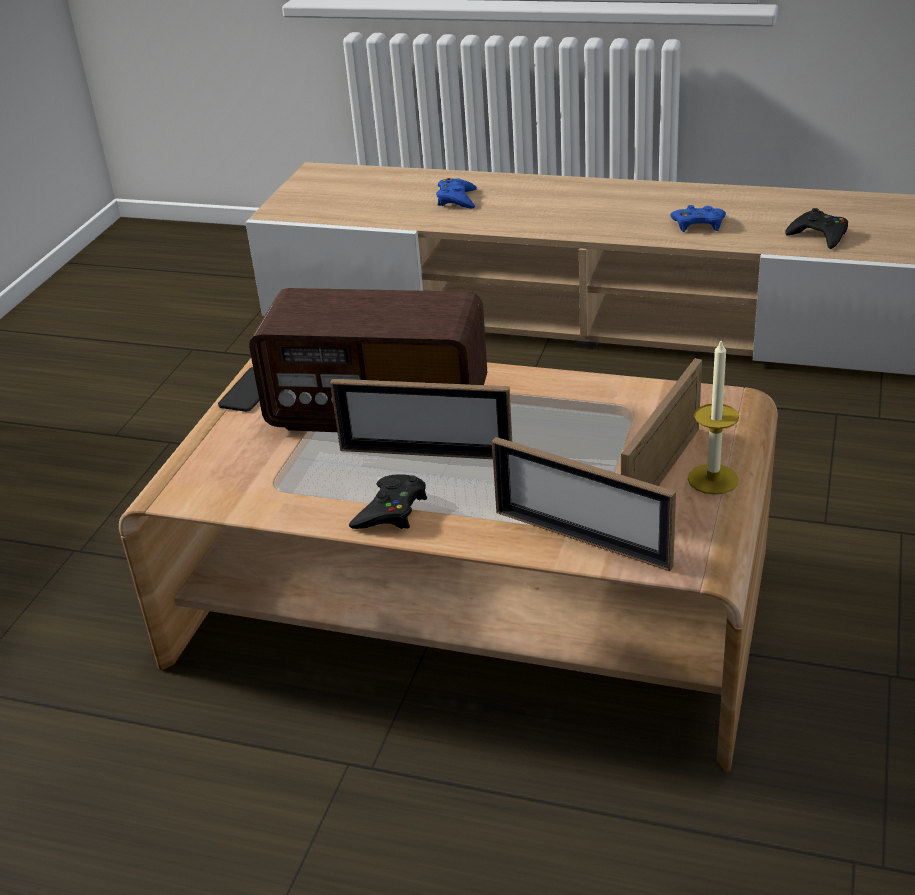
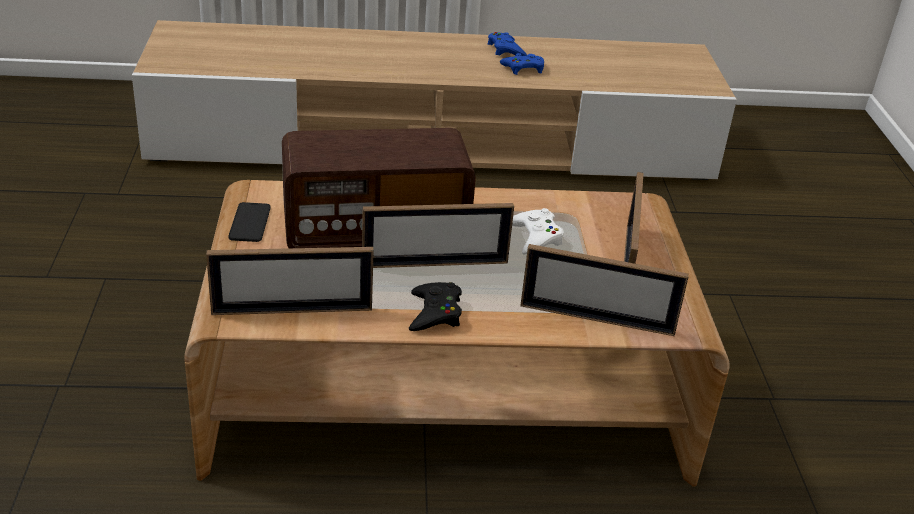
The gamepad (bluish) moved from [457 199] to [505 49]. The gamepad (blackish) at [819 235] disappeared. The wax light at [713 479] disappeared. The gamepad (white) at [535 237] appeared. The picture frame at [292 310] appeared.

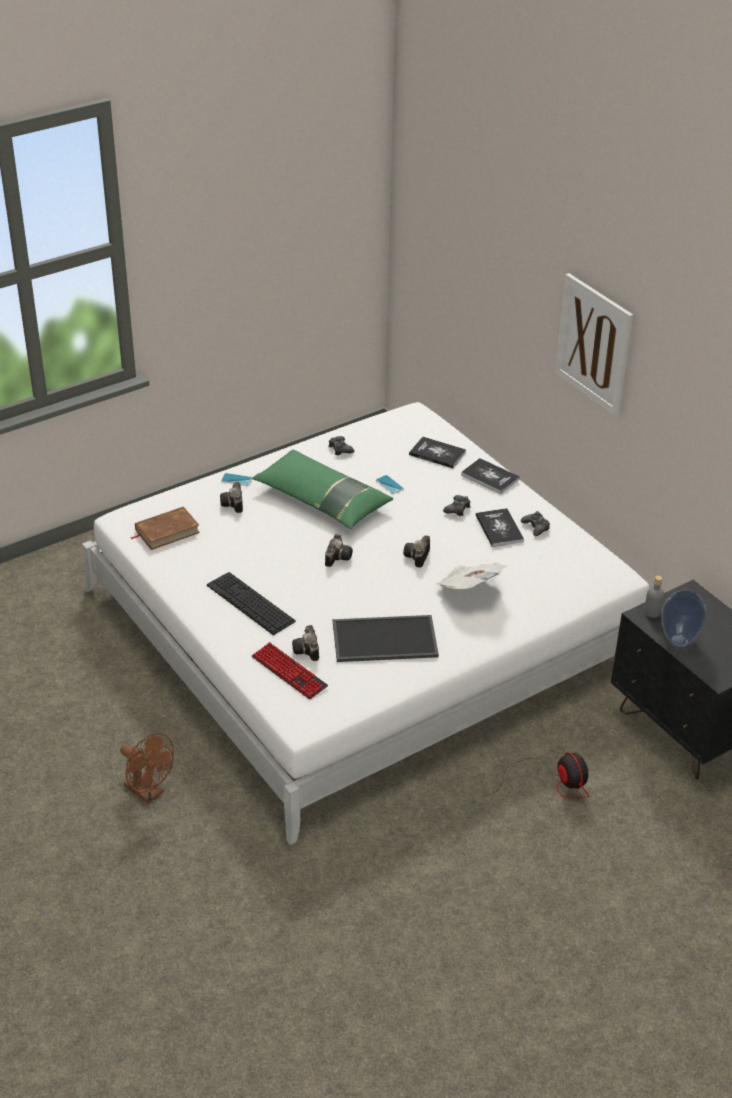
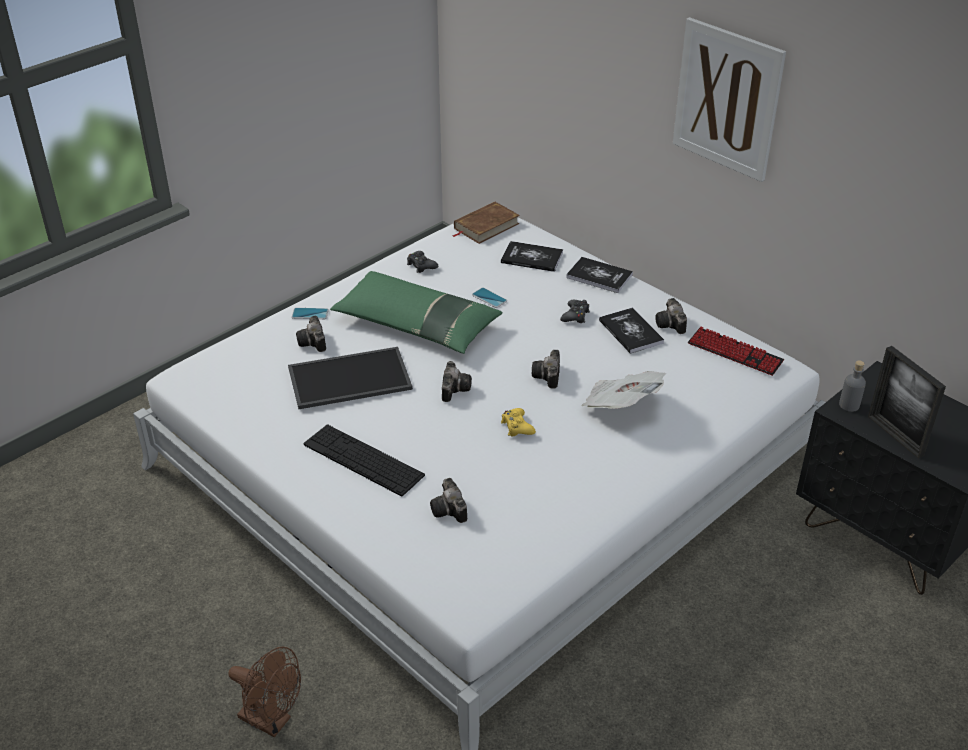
The bound book (brown-coloured) moved from [167 531] to [486 226]. The gamepad (blackish) at [536 527] was replaced by the photo camera at [671 325]. The flower vase at [679 641] was replaced by the picture frame at [895 436]. The tray moved from [383 640] to [348 380]. The PC keyboard moved from [289 672] to [735 353]. The fan at [551 783] disappeared. The gamepad (yellow-coloured) at [517 427] appeared.

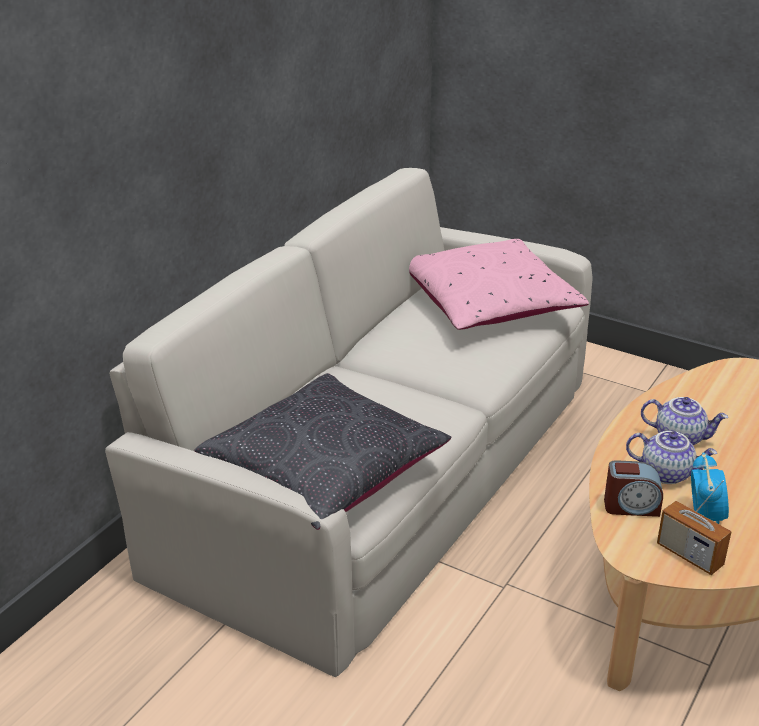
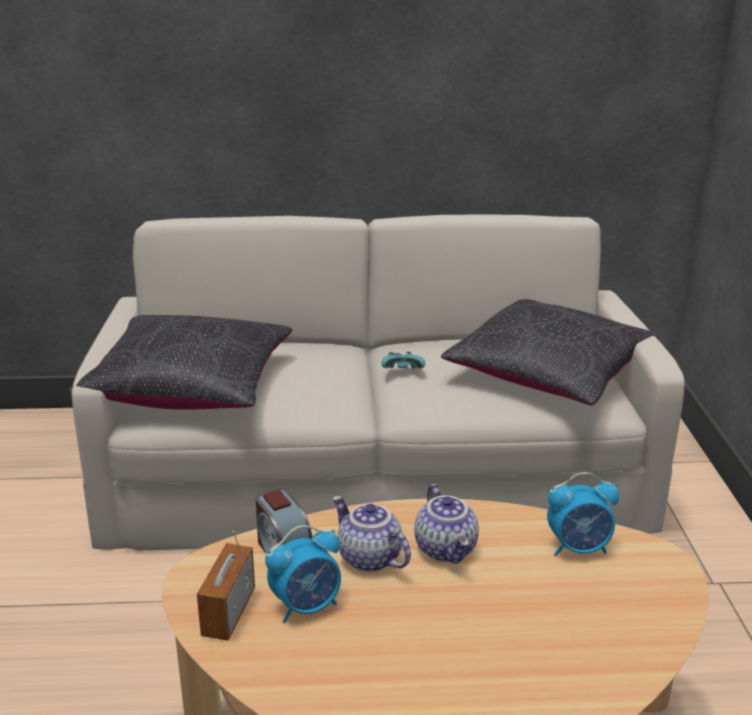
The cushion (pink) at [489 304] became the cushion (blackish) at [549 373]. The tea pot at [667 473] turned 150 degrees clockwise. The gamepad (turquoise) at [403 371] appeared. The table clock at [578 548] appeared.

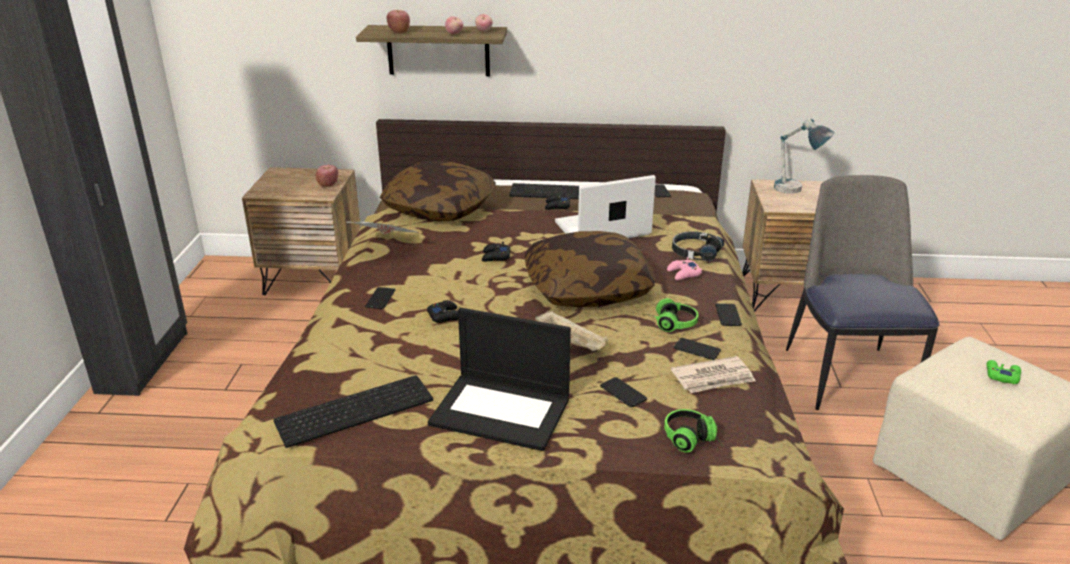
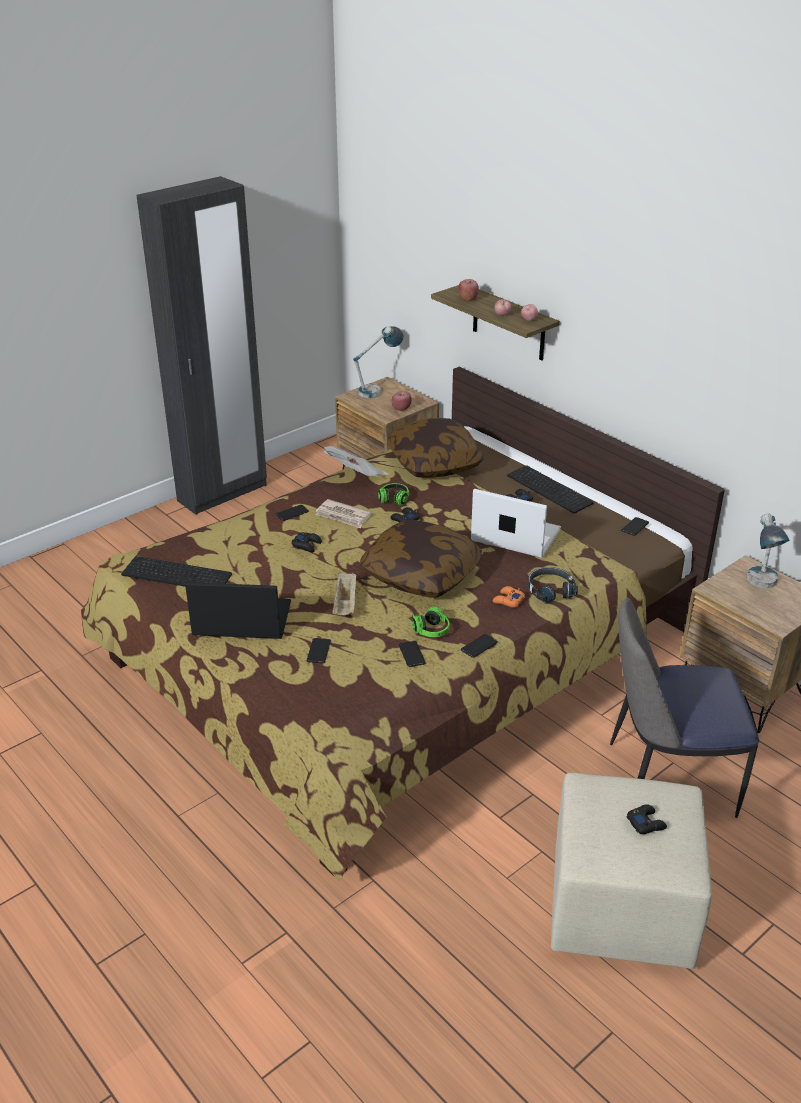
The upright chair at [846 375] turned 135 degrees counterclockwise. The gamepad (pink) at [683 274] became the gamepad (orangey) at [508 600]. The notebook computer at [502 411] turned 120 degrees clockwise. The newspaper moved from [713 378] to [343 516]. The gamepad (greenish) at [1001 375] became the gamepad (blackish) at [646 823]. The pair of headphones moved from [692 441] to [392 502]. The table lamp at [378 390] appeared.

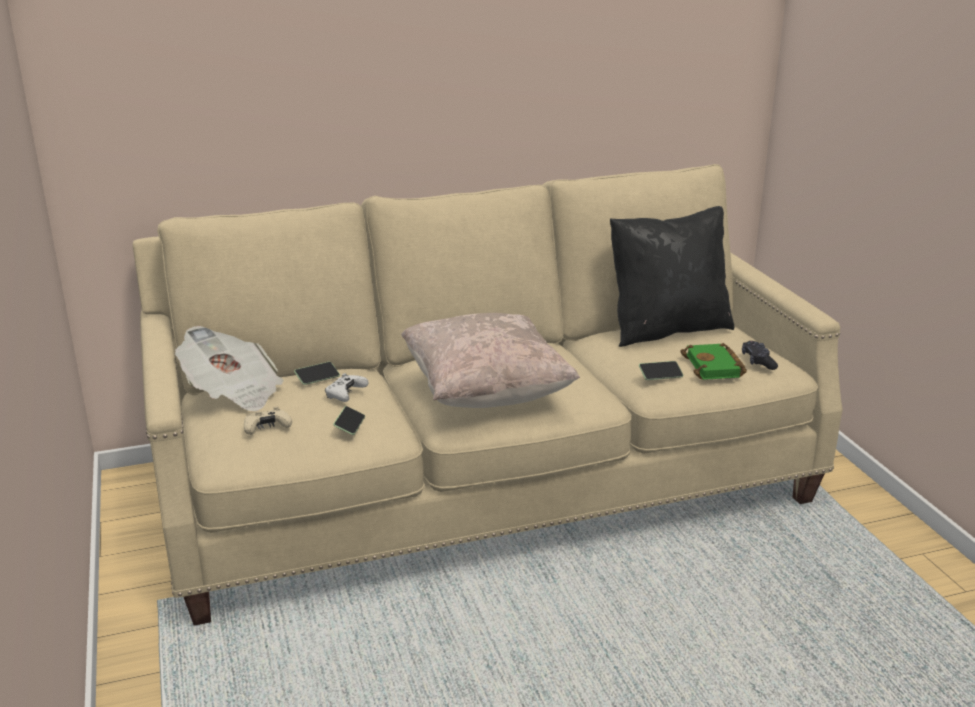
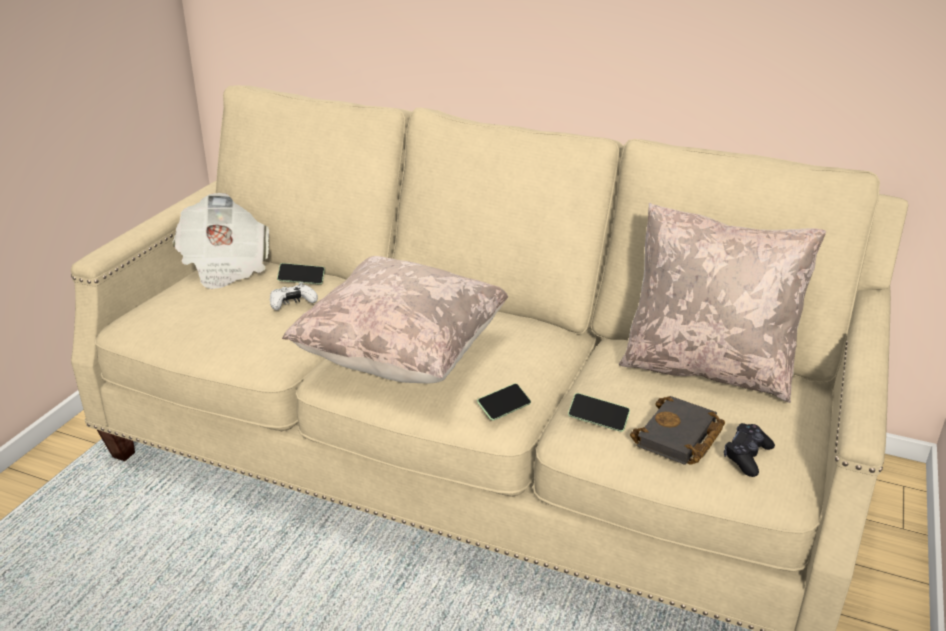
The cushion (blackish) at [667 329] became the cushion (beige) at [707 368]. The bound book (greenish) at [715 367] became the bound book (blackish) at [679 438]. The telephone moved from [350 426] to [504 408]. The gamepad (beige) at [267 428] disappeared.

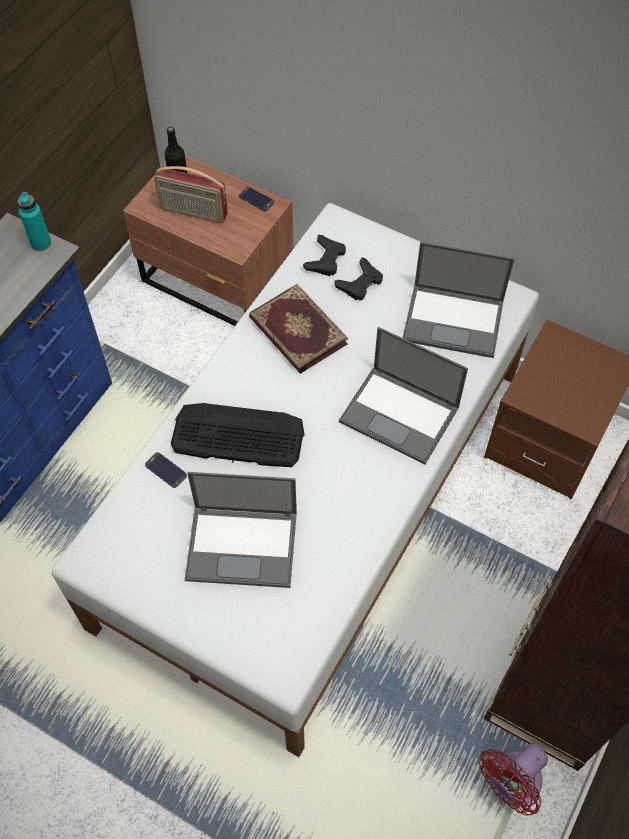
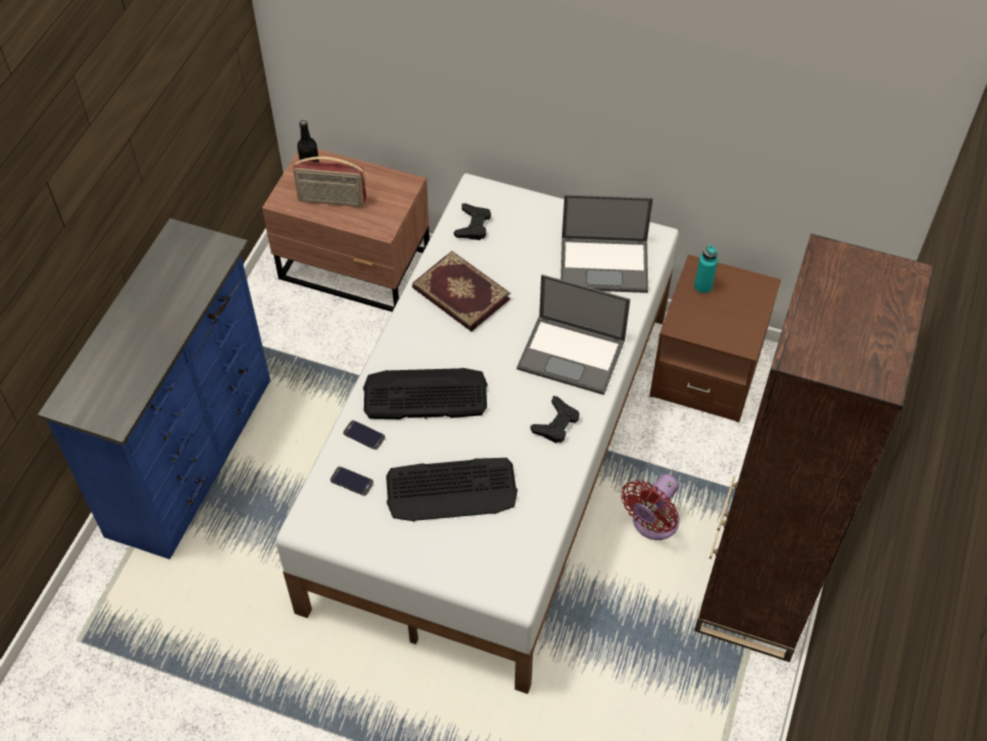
The telephone moved from [256 199] to [351 481]. The beverage bottle (turquoise) moved from [41 243] to [703 287]. The gamepad (blackish) moved from [360 283] to [556 424]. The notebook computer at [243 545] was replaced by the PC keyboard at [452 490]. The fan (red) moved from [510 783] to [652 524].

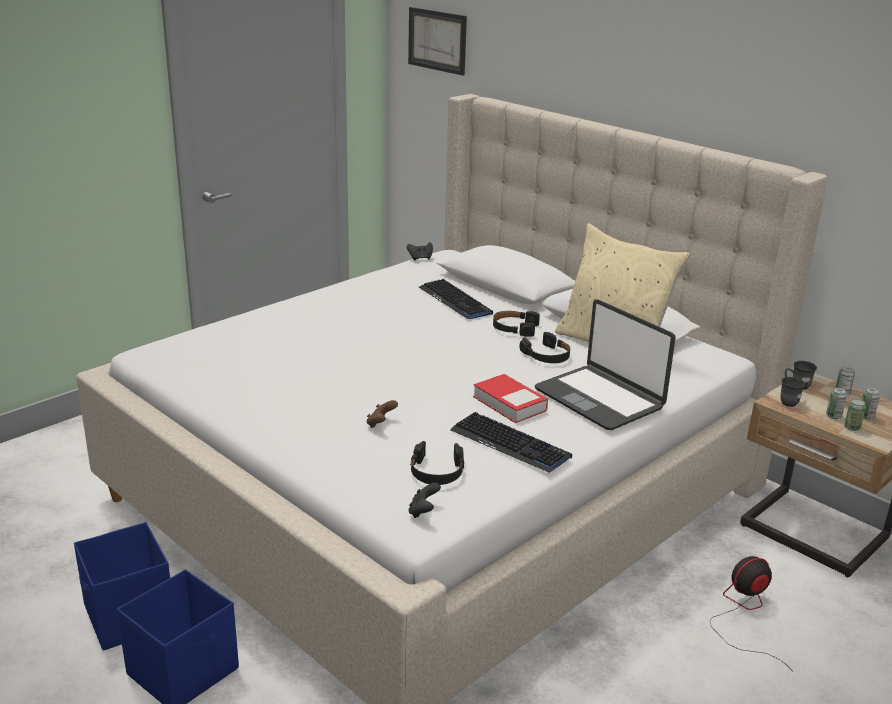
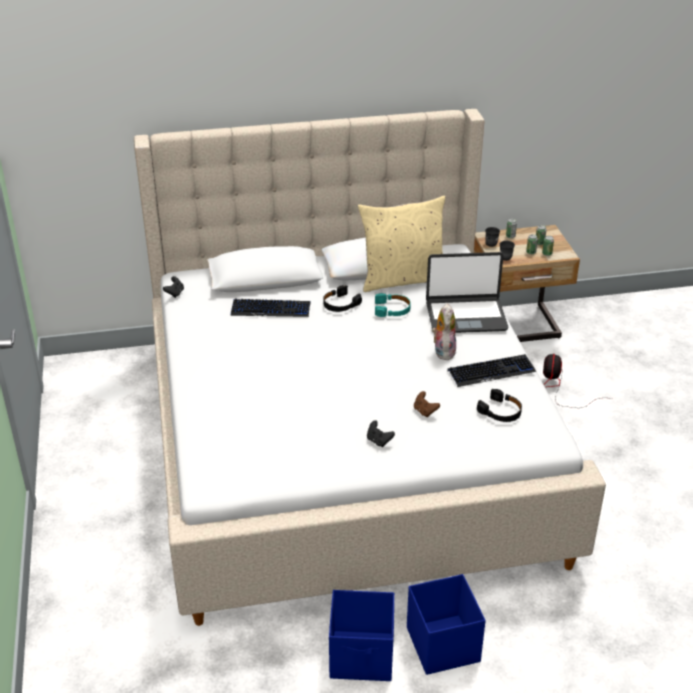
The wall picture at [437 40] disappeared. The pair of headphones (blackish) at [546 355] became the pair of headphones (turquoise) at [392 309]. The bound book at [509 403] was replaced by the cuddly toy at [443 351]. The gamepad (blackish) moved from [423 511] to [379 441].

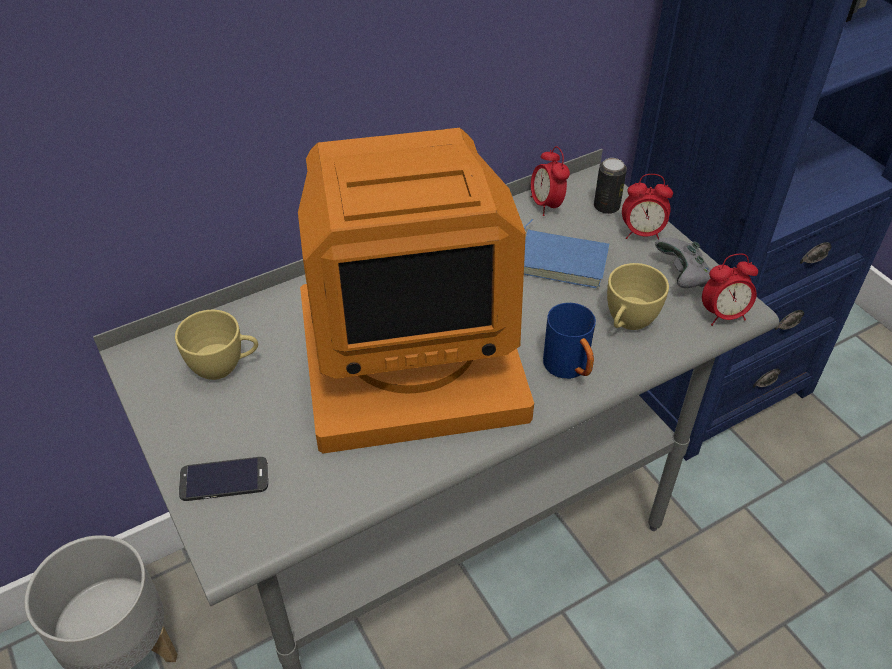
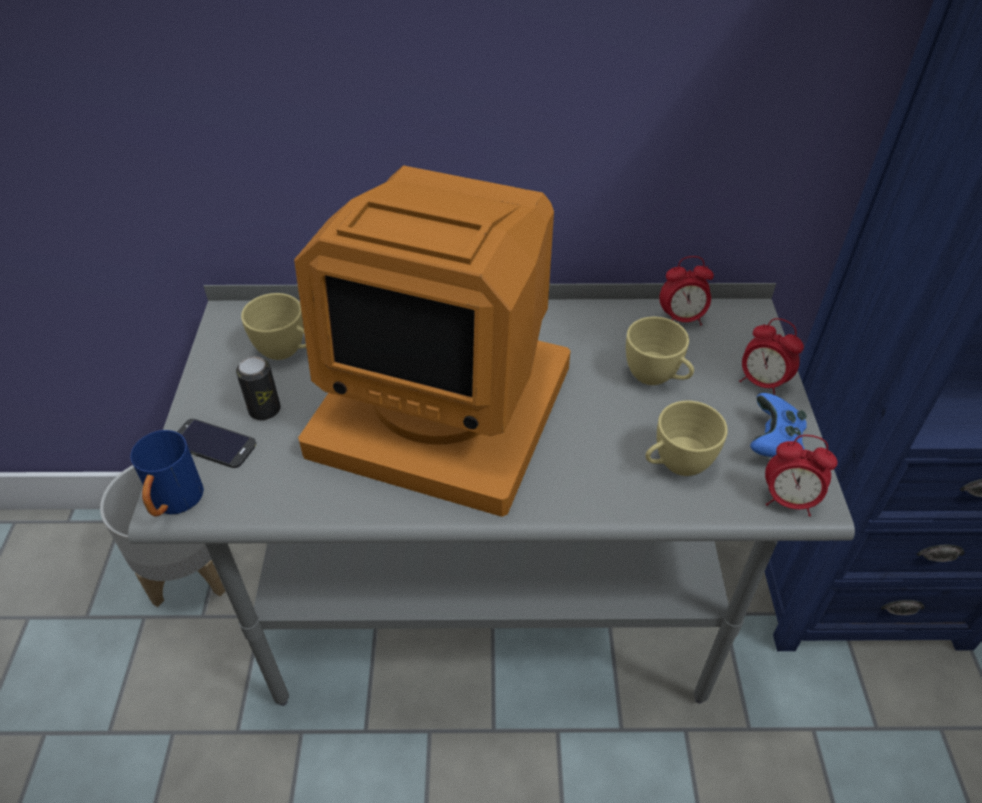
The table clock at [546 205] turned 105 degrees counterclockwise. The sealed can moved from [606 207] to [265 410]. The bound book (bluish) at [563 260] was replaced by the cup (yellow-coloured) at [656 377]. The gamepad (greyish) at [683 276] became the gamepad (bluish) at [774 443]. The tea mug (bluish) moved from [570 369] to [174 504].

